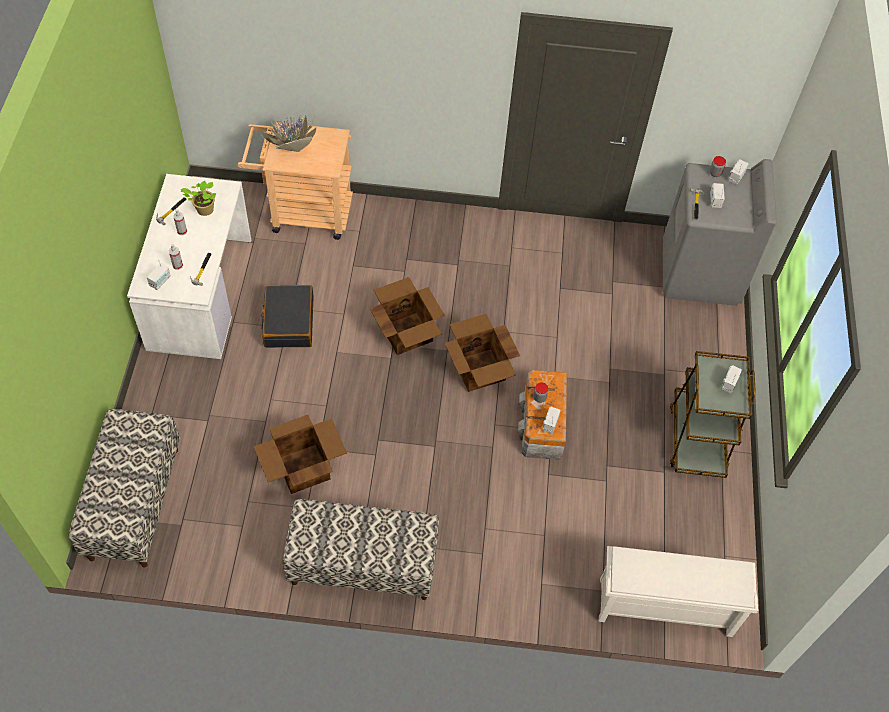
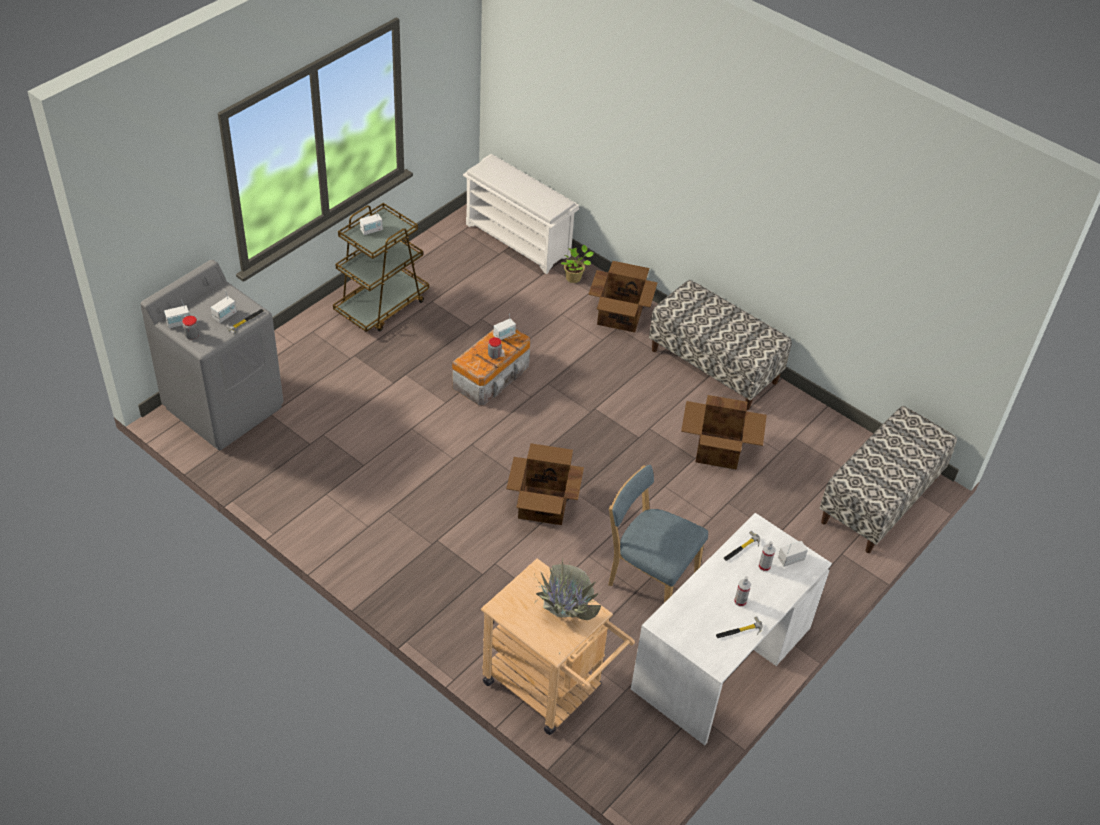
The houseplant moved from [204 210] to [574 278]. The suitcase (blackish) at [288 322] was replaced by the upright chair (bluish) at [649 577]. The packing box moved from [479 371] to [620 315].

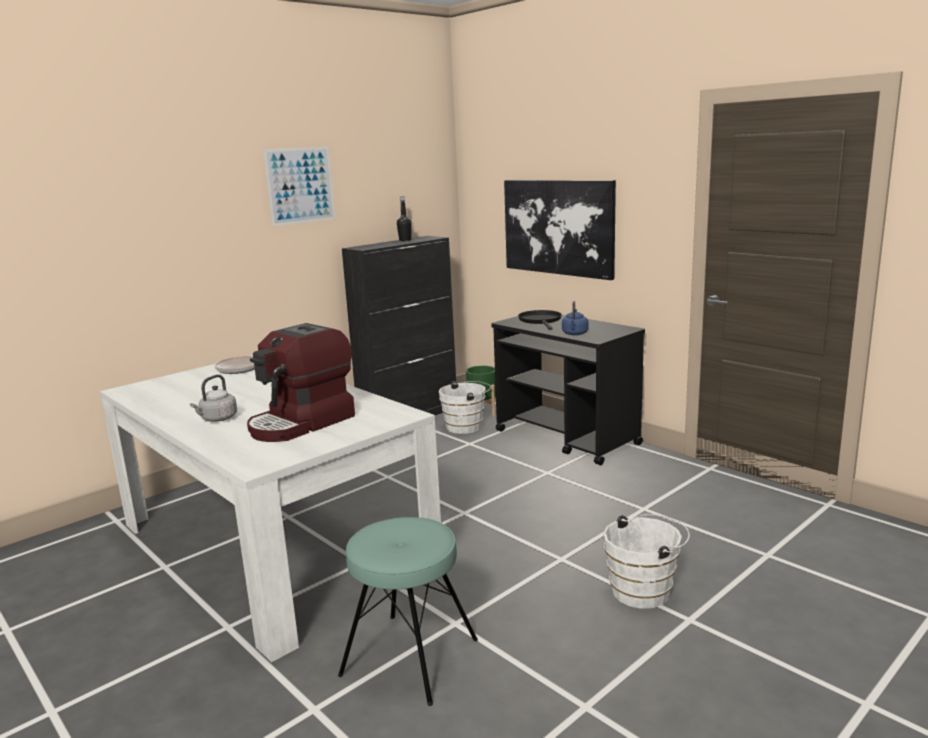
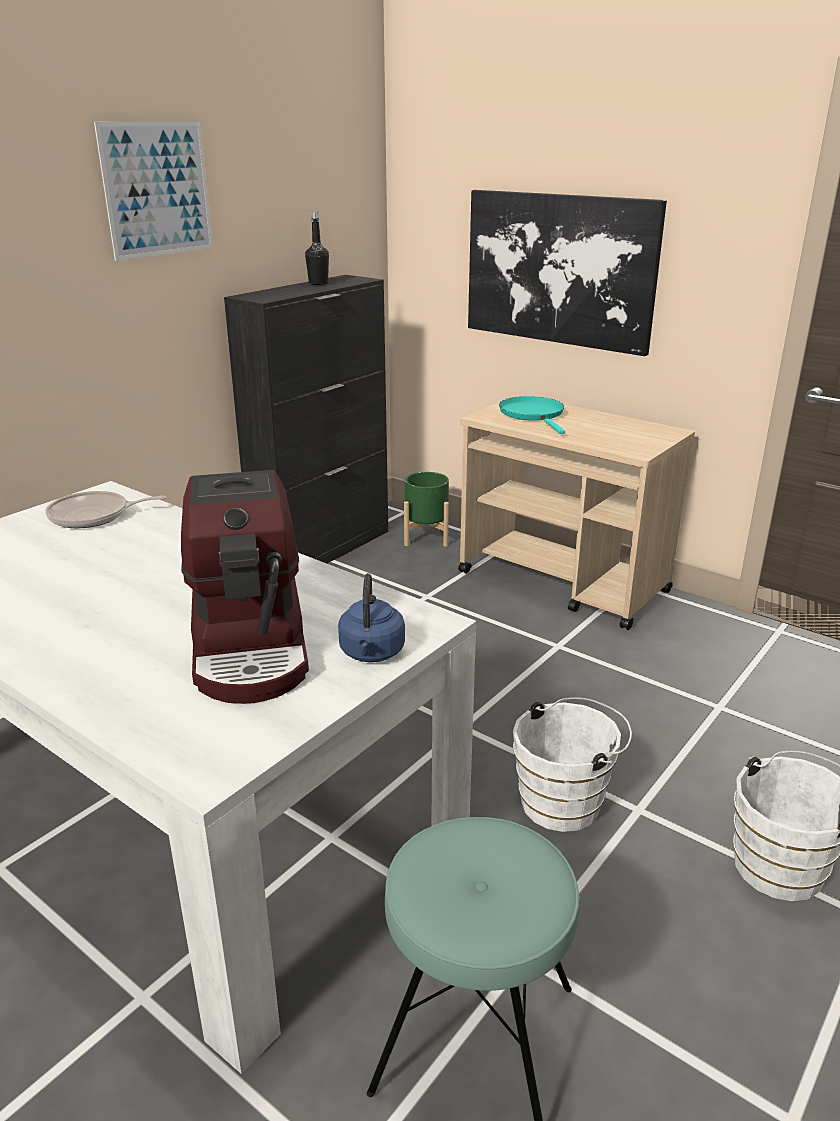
The kettle (bluish) moved from [575 334] to [371 653]. The pan (blackish) at [540 320] became the pan (turquoise) at [533 414]. The trolley (blackish) at [567 438] became the trolley (beige) at [564 582]. The coffee brewer at [302 423] turned 45 degrees counterclockwise. The kettle (greyish) at [217 419] disappeared. The bucket (white) moved from [467 426] to [566 801].

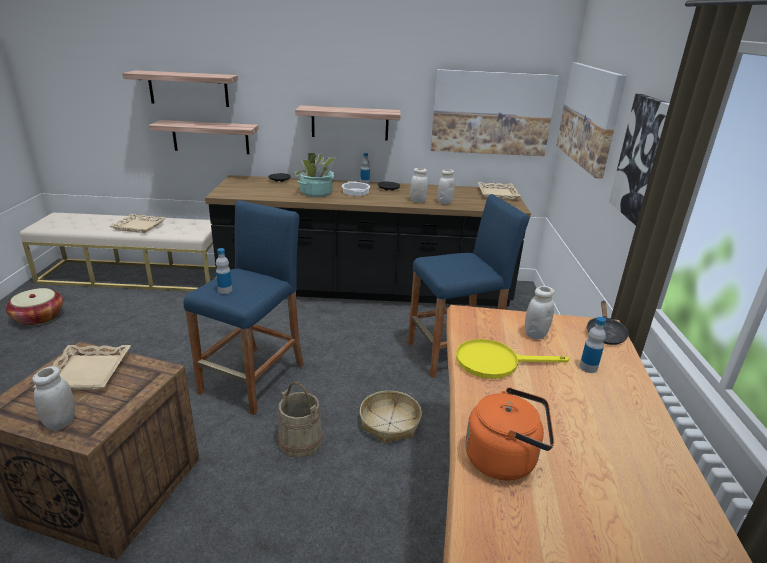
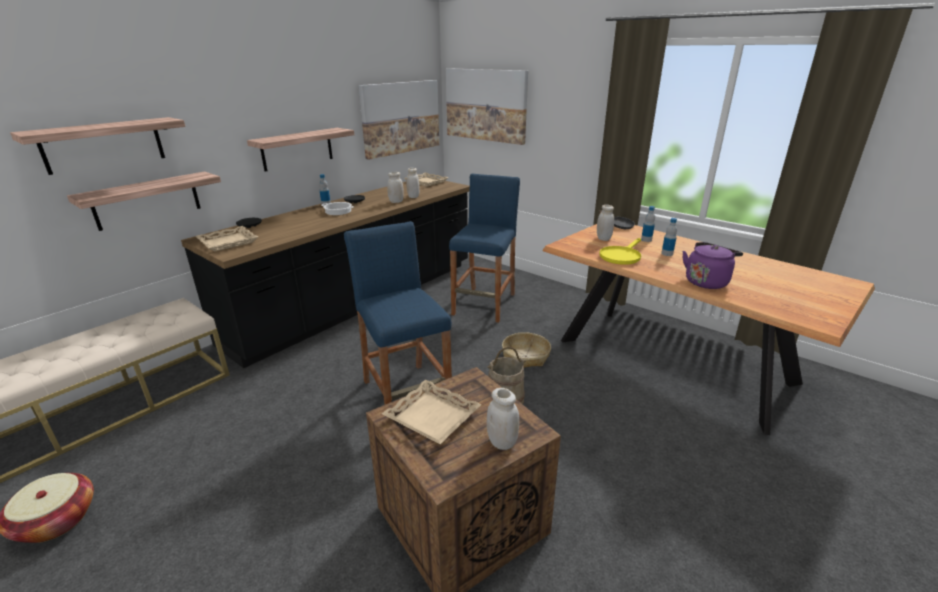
The wall picture at [643 159] disappeared. The houseplant at [316 192] disappeared. The tray (beige) moved from [138 226] to [228 242]. The beverage bottle moved from [225 290] to [667 254]. The kettle (orangey) at [505 459] became the kettle (purplish) at [707 282].

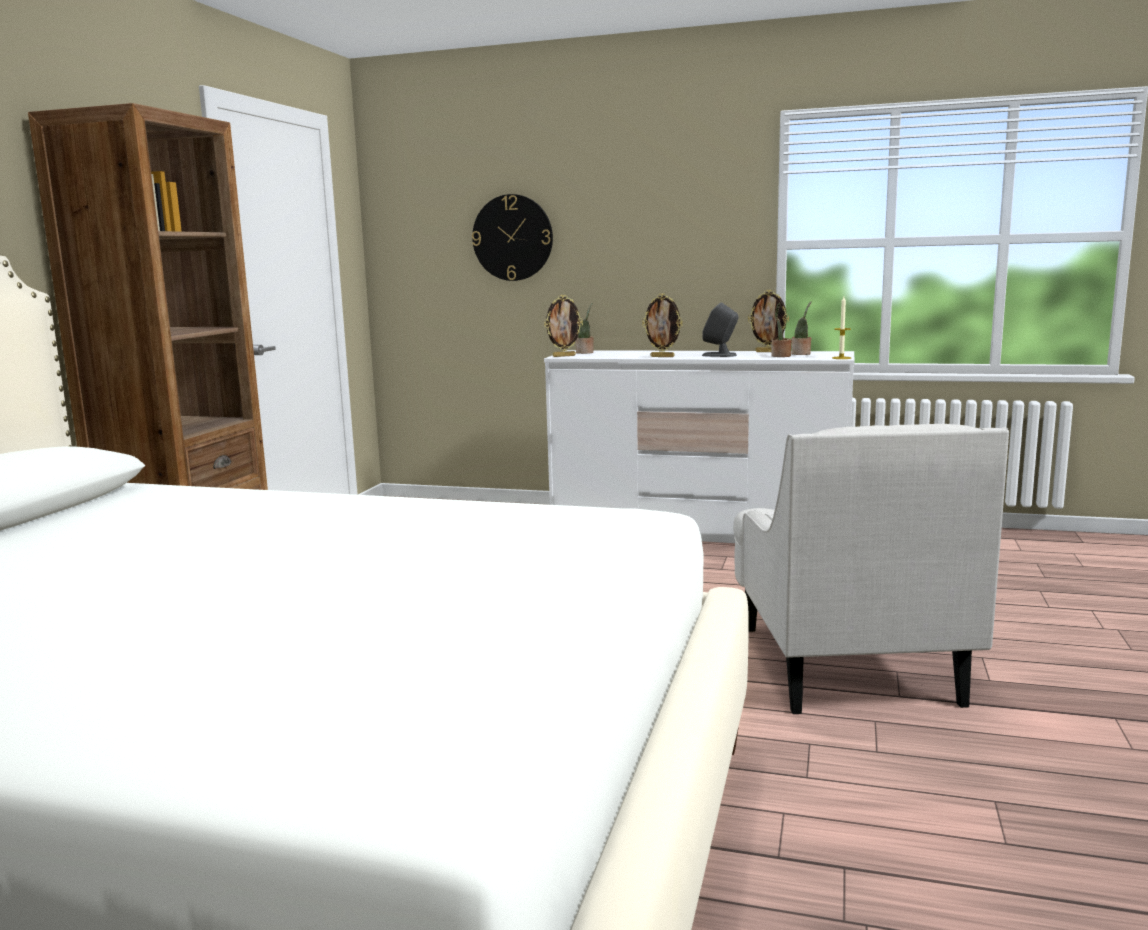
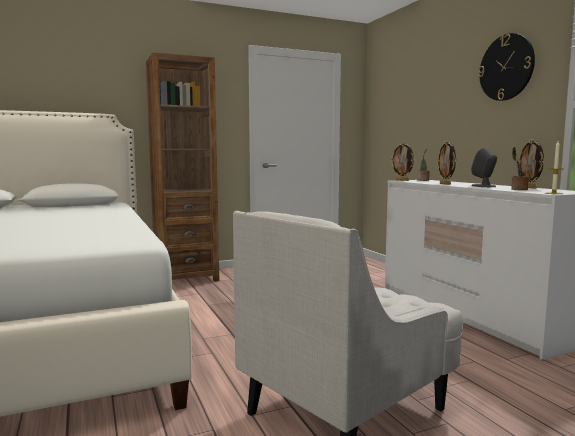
The wall clock moved from [512 238] to [506 67]. The houseplant at [801 354] disappeared.

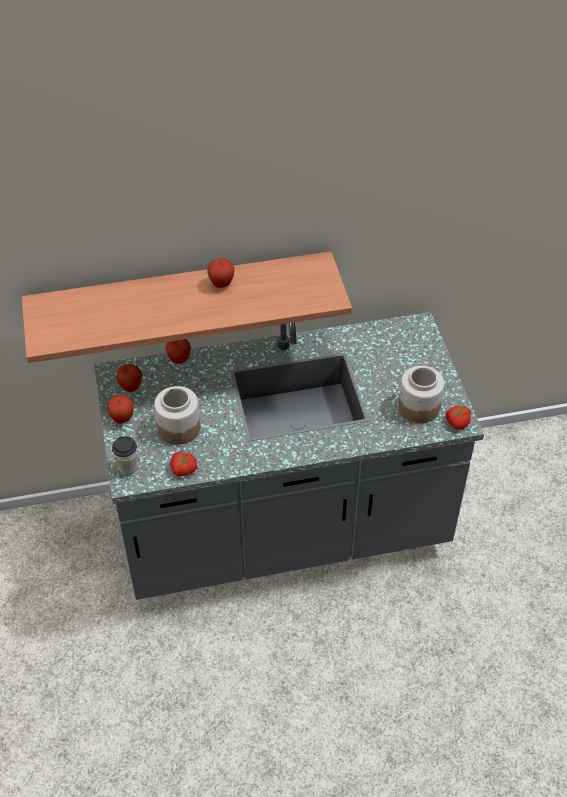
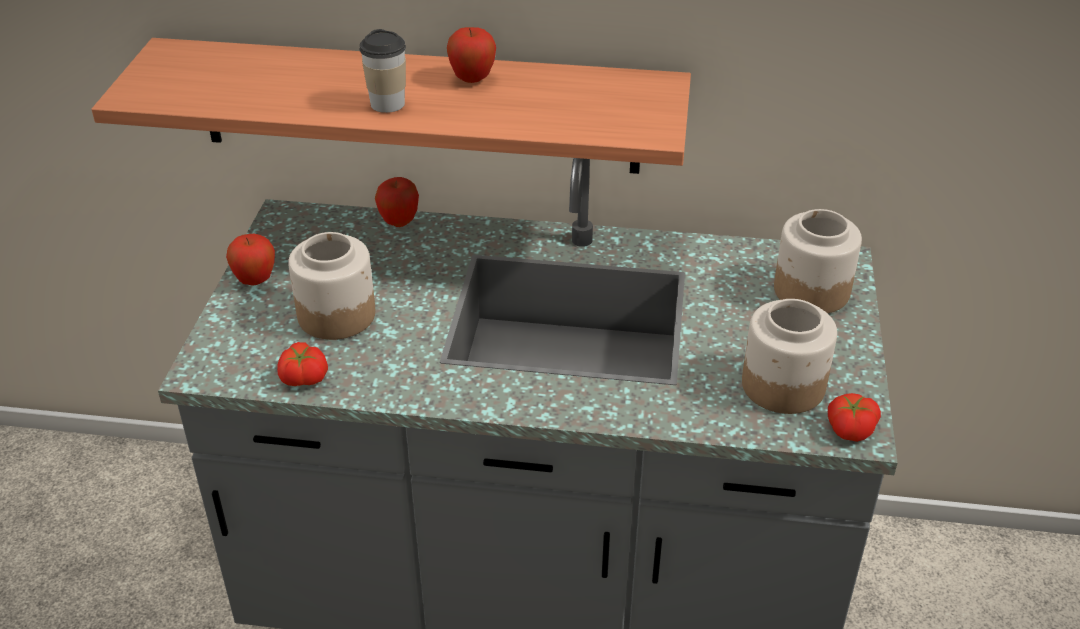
The whole apple at [131 388] disappeared. The cup moved from [128 468] to [387 104]. The jar at [811 290] appeared.

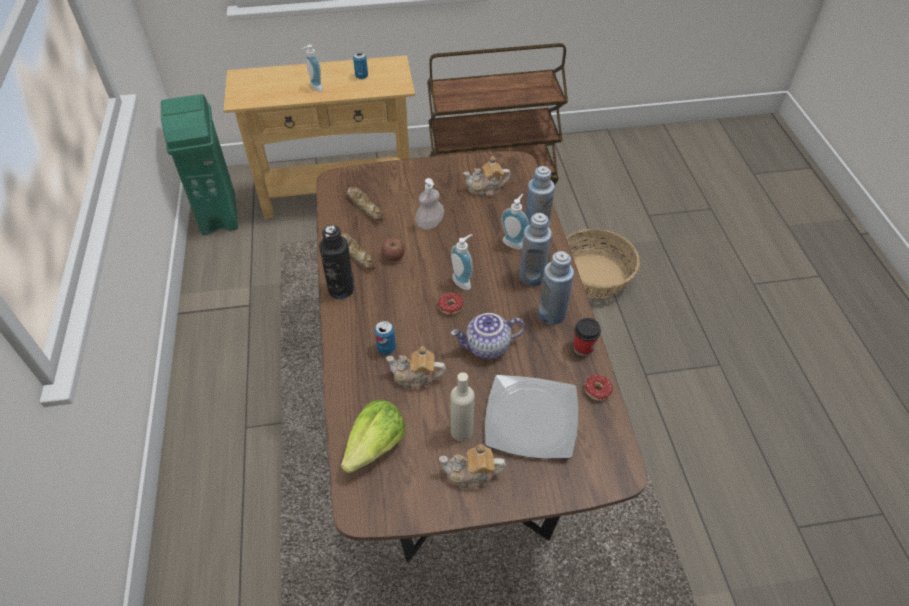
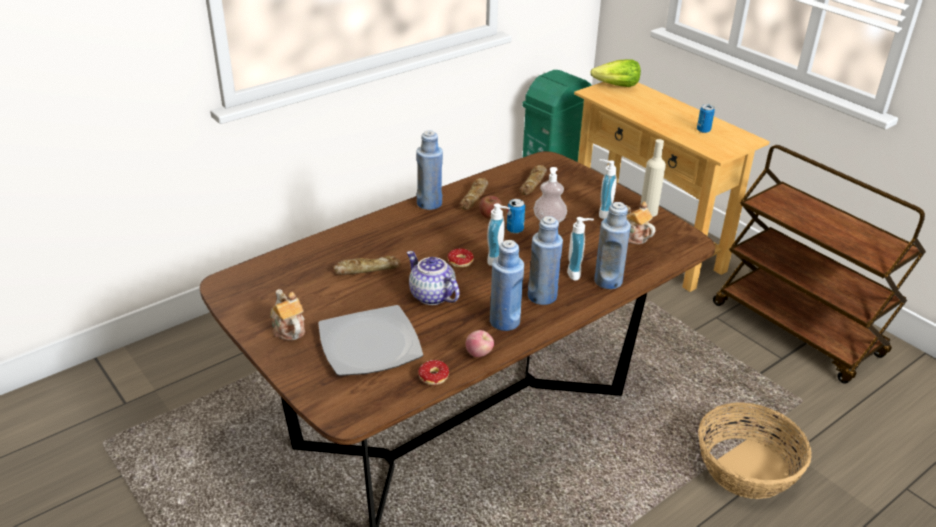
The soap dispenser moved from [314 88] to [602 212]. The beverage bottle (blackish) at [341 289] became the beverage bottle (bluish) at [429 203]. The cup at [583 348] was replaced by the whole apple at [479 354]. The sealed can moved from [386 348] to [515 230]. The tea pot at [416 378] was replaced by the bakery bread at [367 269]. The beverage bottle (beige) moved from [461 431] to [648 212]. The lettuce moved from [375 446] to [616 86].

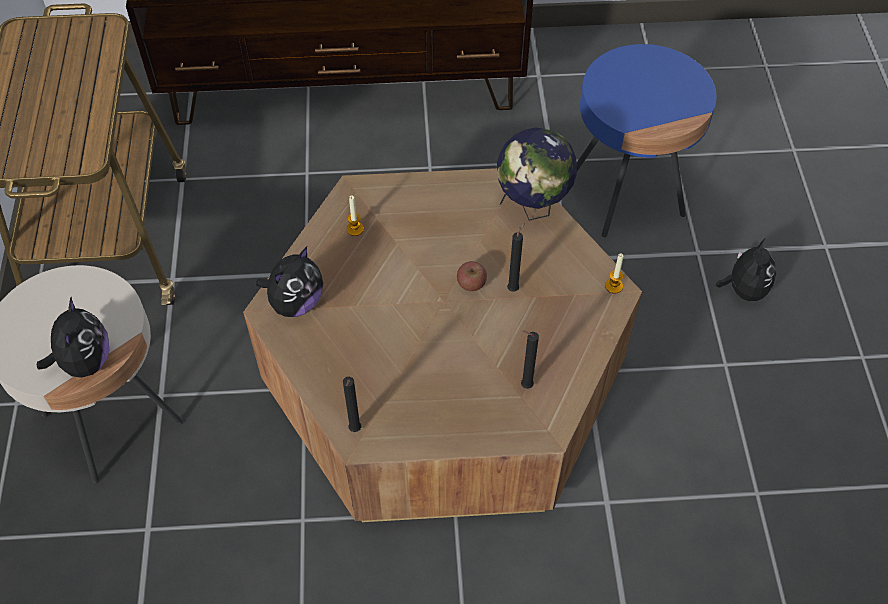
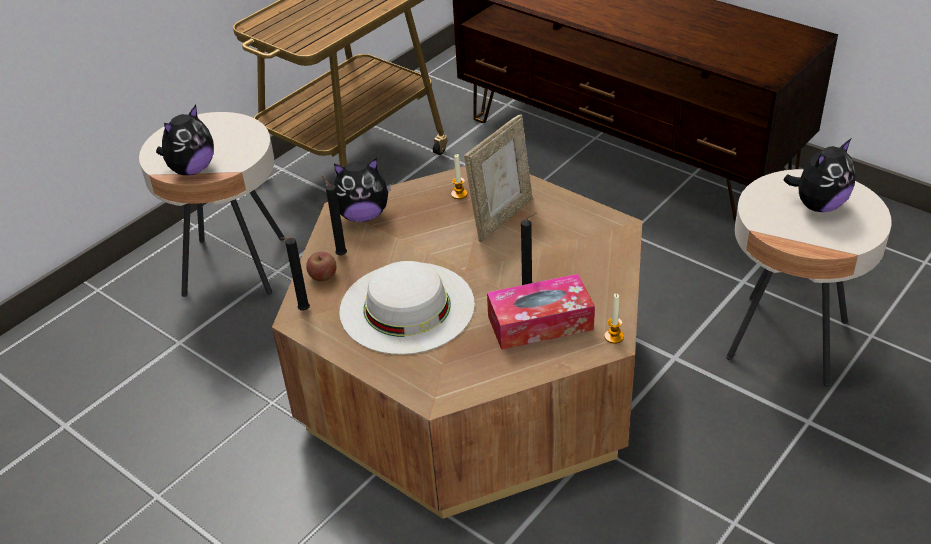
The accent table (bluish) at [626 194] became the accent table (beige) at [787 340]. The globe at [532 208] disappeared. The cuddly toy moved from [743 290] to [818 205]. The whole apple moved from [471 283] to [323 276]. The wax light (blackish) moved from [524 385] to [340 254]. The picture frame at [501 218] appeared. The wearable hat (white) at [407 307] appeared. The box of tissues at [540 323] appeared.

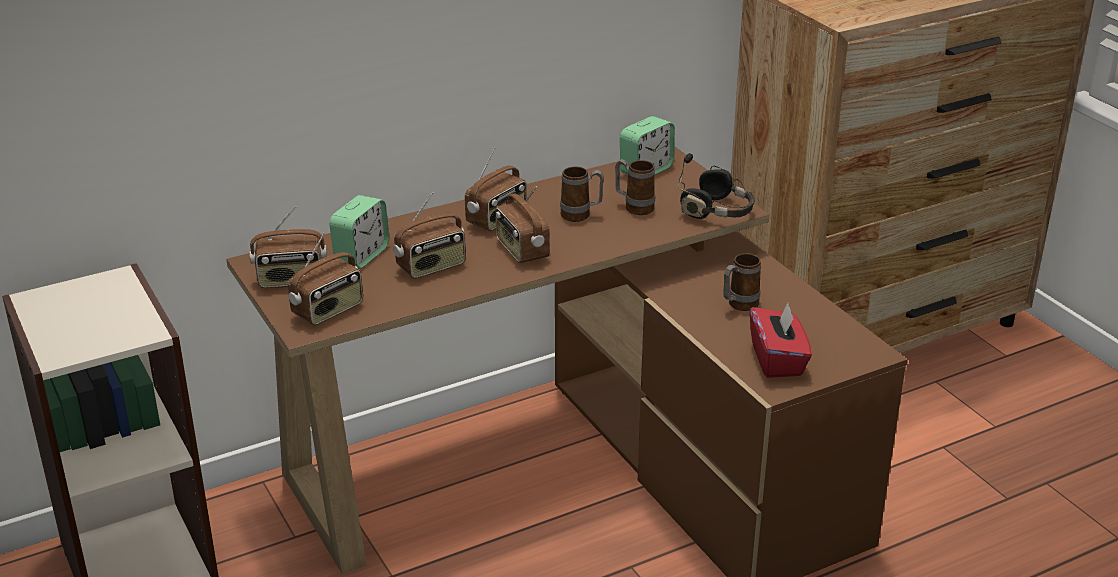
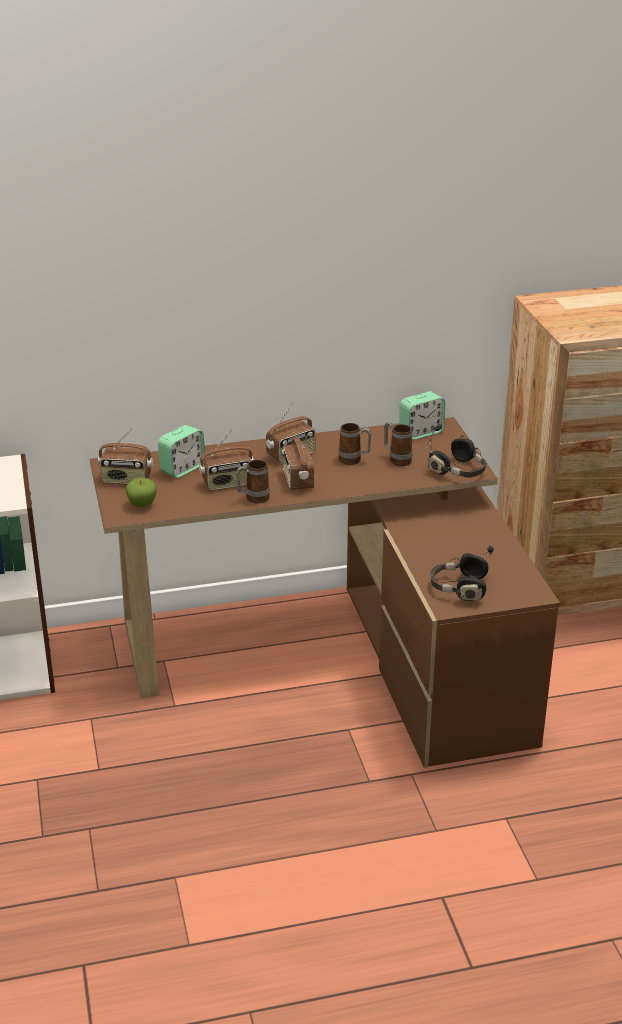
The radio receiver at [328 311] was replaced by the whole apple at [142 505]. The tea mug moved from [738 305] to [253 499]. The box of tissues (red) at [778 360] was replaced by the pair of headphones (blackish) at [459 588].

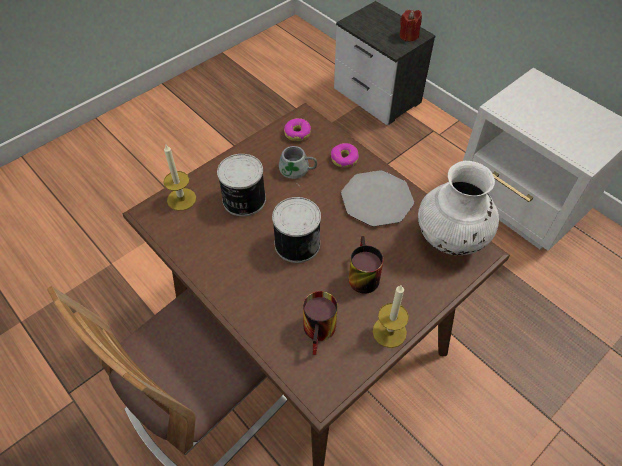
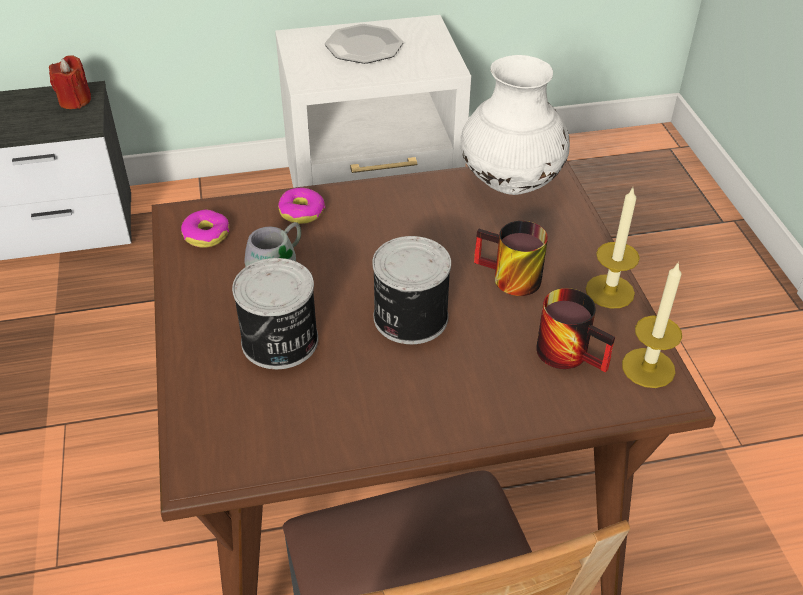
The wax light moved from [181 199] to [648 368]. The flat dish moved from [377 199] to [364 46].

